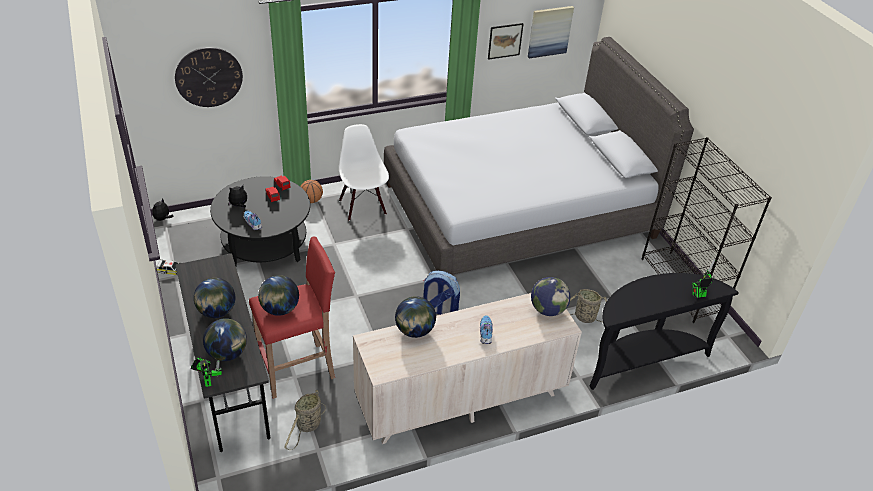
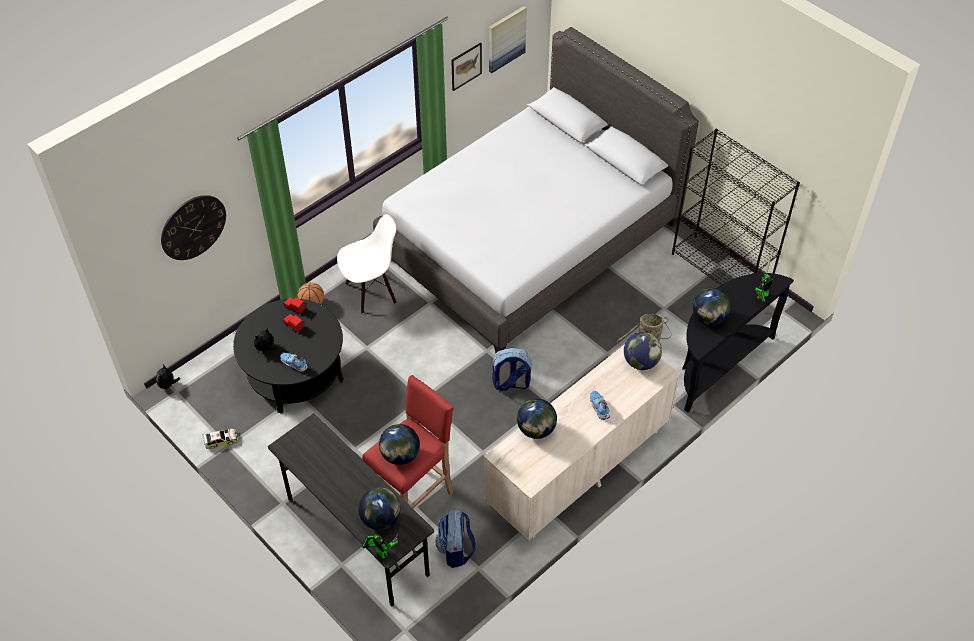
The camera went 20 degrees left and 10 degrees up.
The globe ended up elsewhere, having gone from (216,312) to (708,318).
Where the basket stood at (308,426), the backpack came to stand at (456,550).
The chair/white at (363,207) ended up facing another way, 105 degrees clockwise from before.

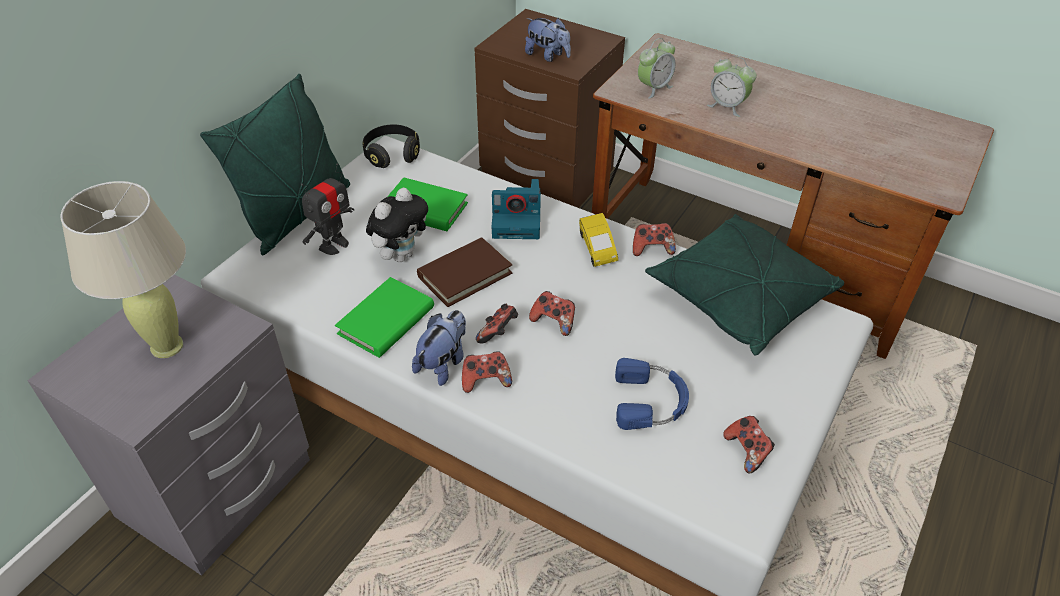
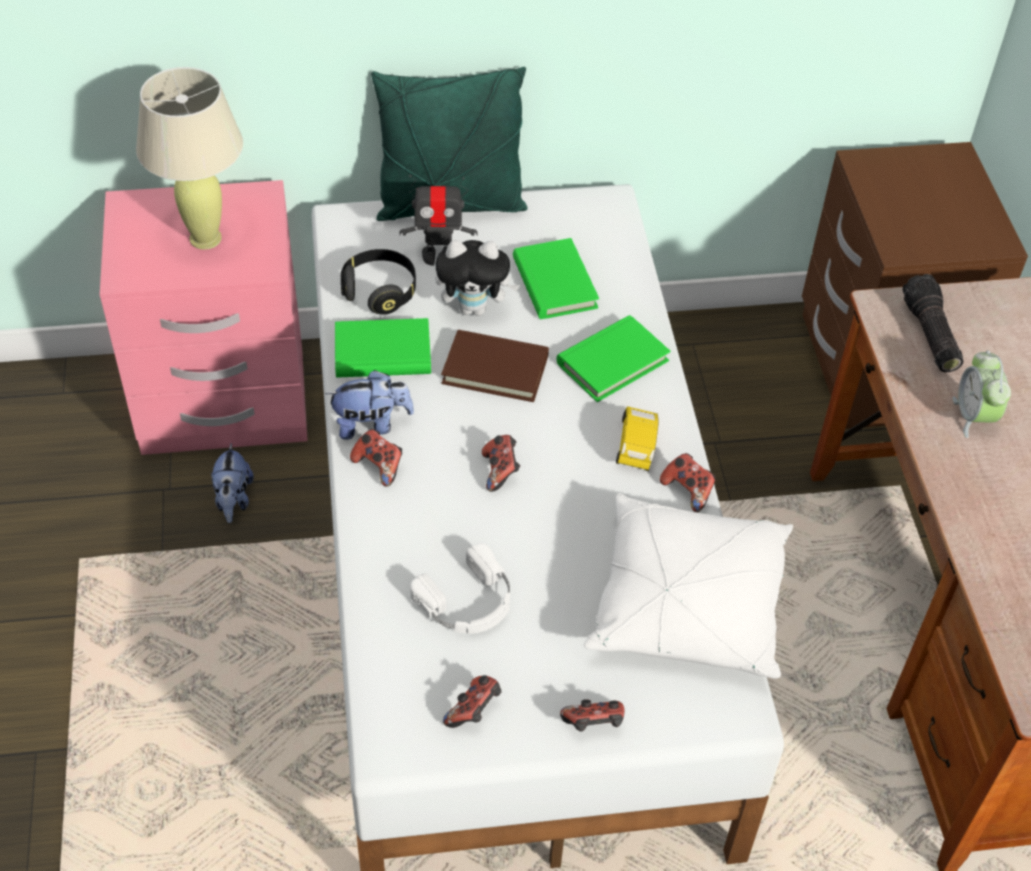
The camera went 50 degrees right and 5 degrees up.
The headphones/black ended up elsewhere, having gone from (392,155) to (380,291).
The game controller ended up elsewhere, having gone from (498,333) to (593,725).
The plush toy ended up elsewhere, having gone from (547,56) to (233,500).
Where the photo camera stood at (518,221), the book/green came to stand at (612,362).
Where the alarm clock stood at (654,88), the flashlight came to stand at (928,334).
What was the nightstand/grey at (218,490) turned into the nightstand/pink at (224,403).
What was the headphones/blue at (651,401) turned into the headphones/white at (468,602).
What was the pillow/green at (739,298) turned into the pillow/white at (687,603).
The toy car/yellow at (596,249) ended up facing another way, 150 degrees clockwise from before.

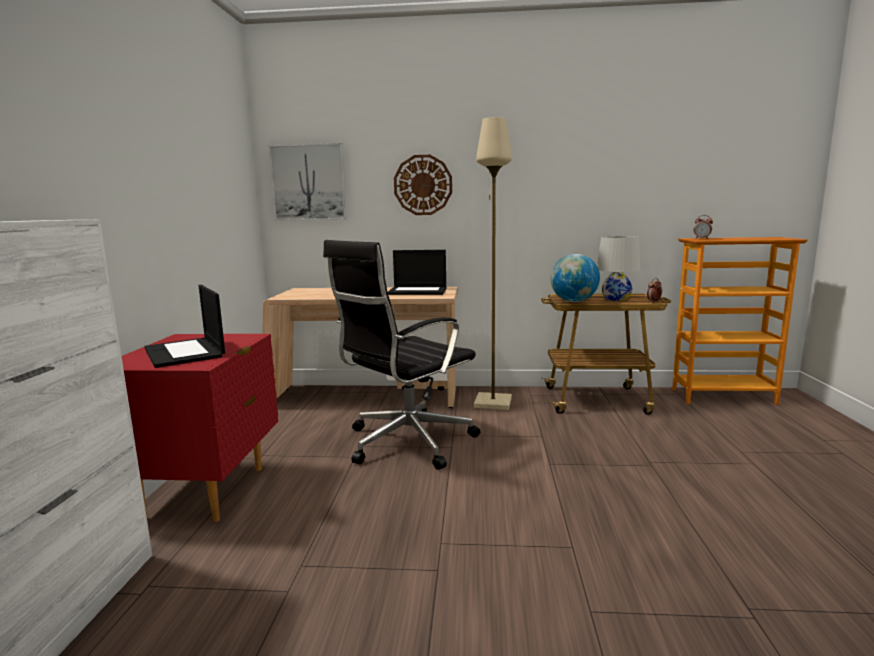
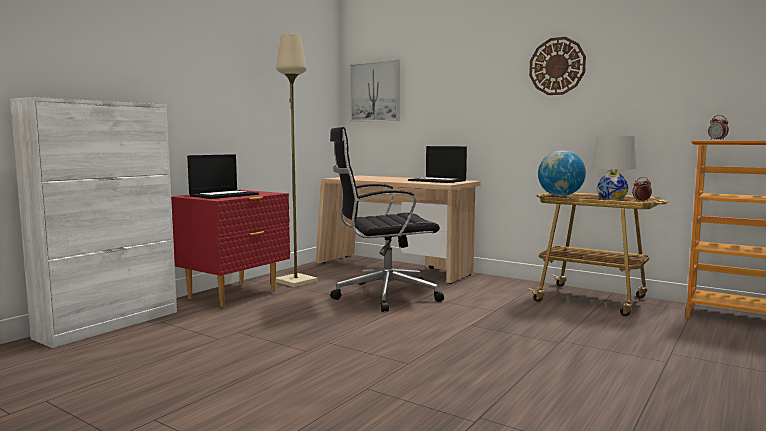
The camera went 30 degrees right and 5 degrees down.
The wall clock ended up elsewhere, having gone from (423,185) to (557,66).
The floor lamp/beige ended up elsewhere, having gone from (492,403) to (295,281).
The laptop at (185,352) ended up facing another way, 135 degrees counterclockwise from before.

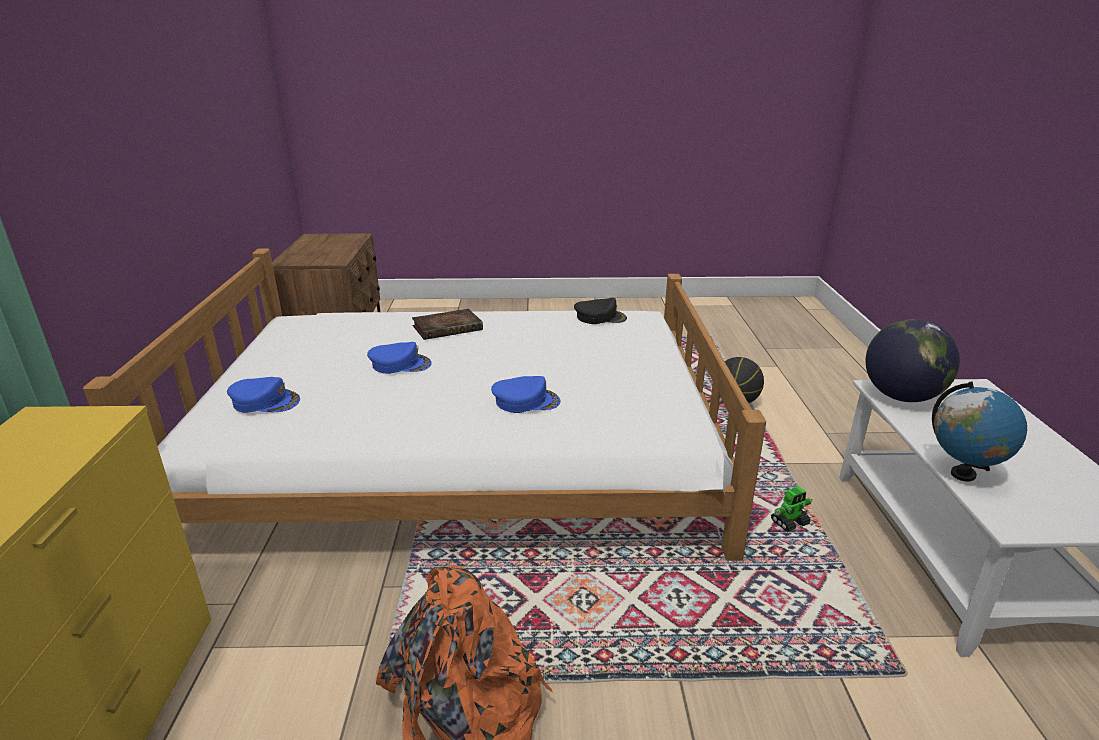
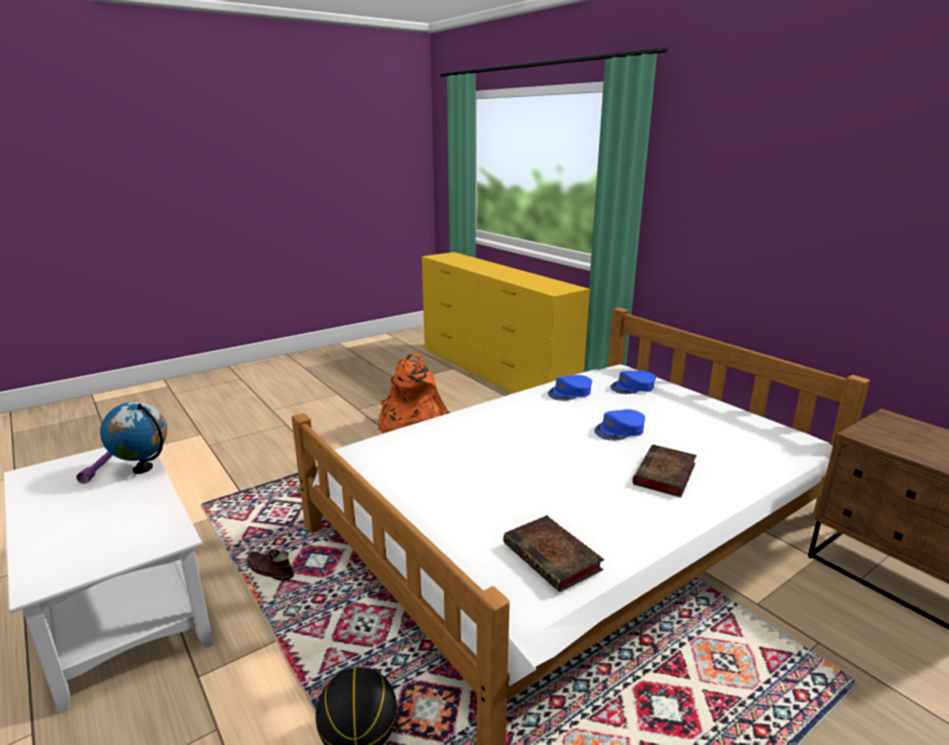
The camera went 145 degrees right and 5 degrees down.
The second view lost the globe at (901,396).
The second view gained the flashlight/purple at (99,470).
The cap/blue ended up elsewhere, having gone from (526,401) to (570,392).
Where the cap/black stood at (600,317), the book came to stand at (554,558).
Where the toy robot stood at (790,522), the shoe/brown came to stand at (269,570).

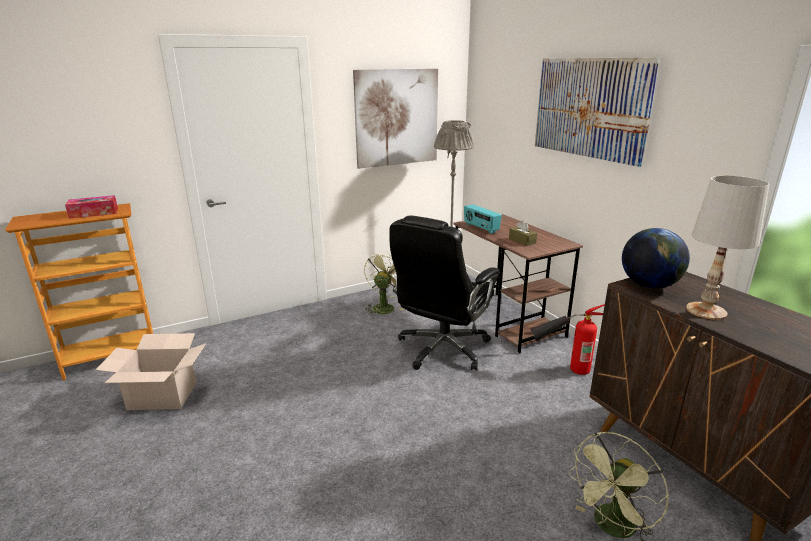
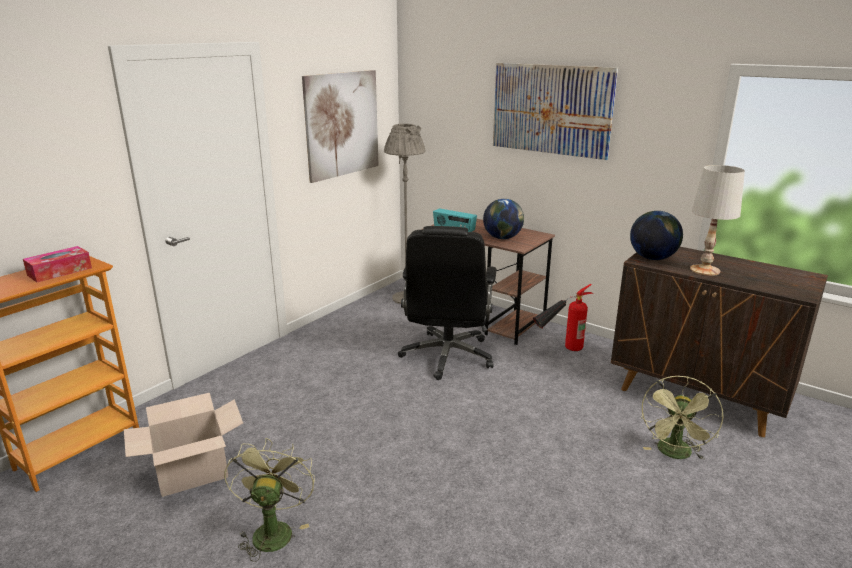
The camera went 25 degrees left and 0 degrees up.
The fan/green ended up elsewhere, having gone from (384,307) to (272,530).
Where the tissue box/brown stood at (522,241), the globe came to stand at (502,238).

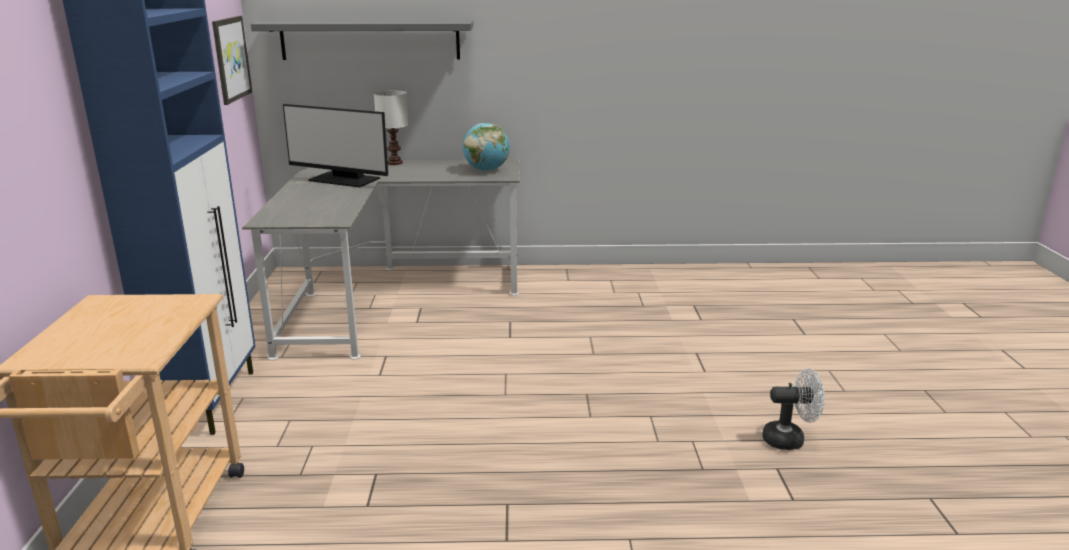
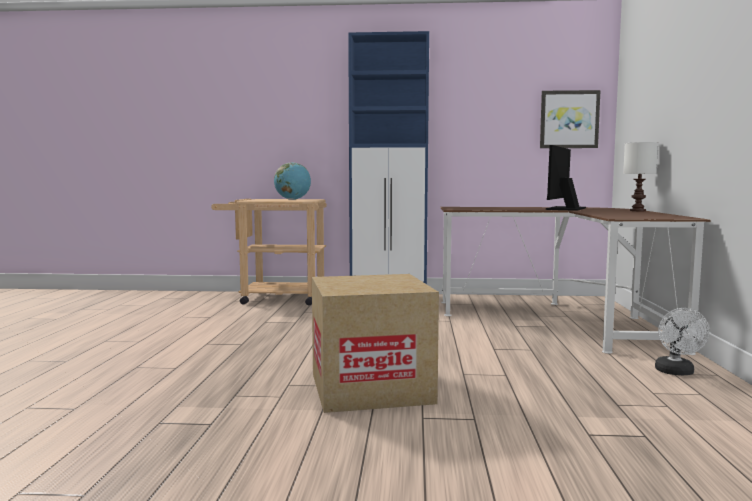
The camera went 95 degrees right and 15 degrees down.
The second view lost the shelf/grey at (370,40).
The second view gained the cardboard box at (370,388).
The globe ended up elsewhere, having gone from (486,170) to (292,199).
The fan/white ended up elsewhere, having gone from (790,439) to (676,372).
What was the desk/grey at (387,297) turned into the desk/brown at (563,318).

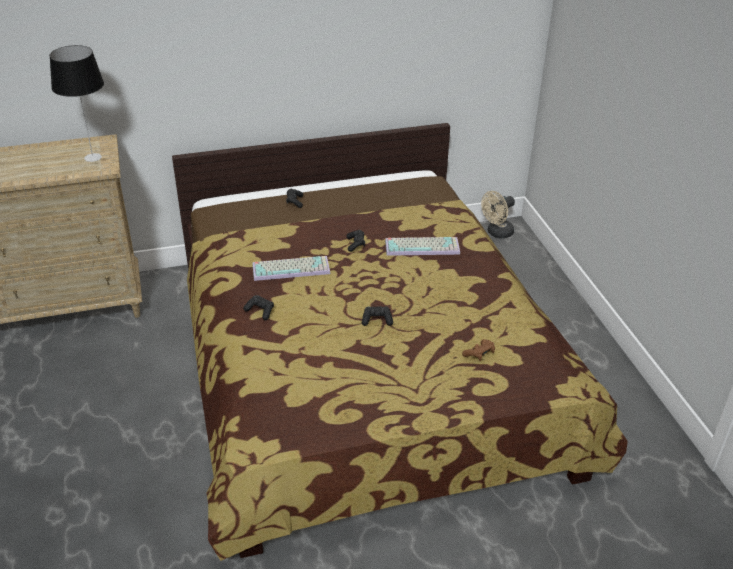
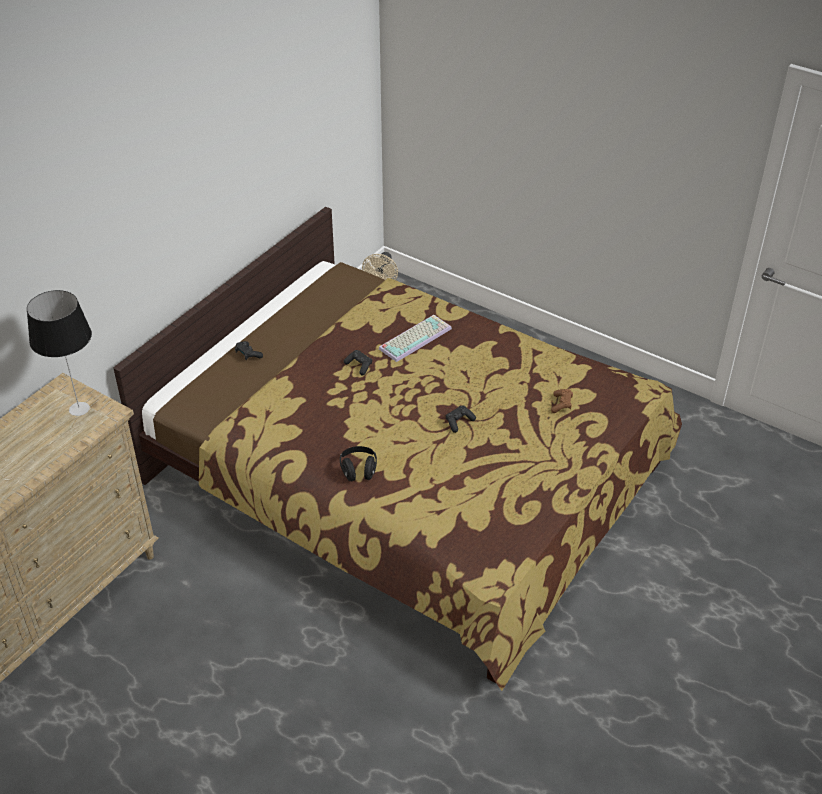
The camera went 40 degrees left and 5 degrees up.
The second view lost the keyboard at (292,268).
Where the game controller/black stood at (260,311), the headphones/black came to stand at (358,470).

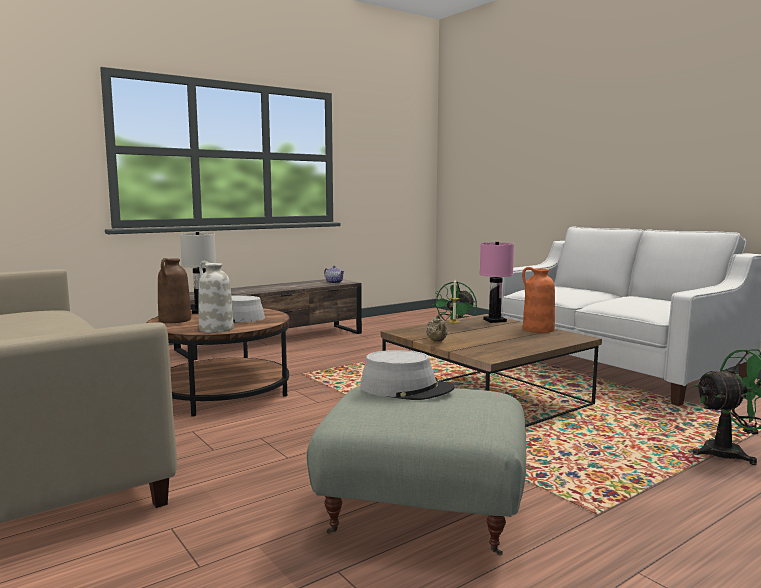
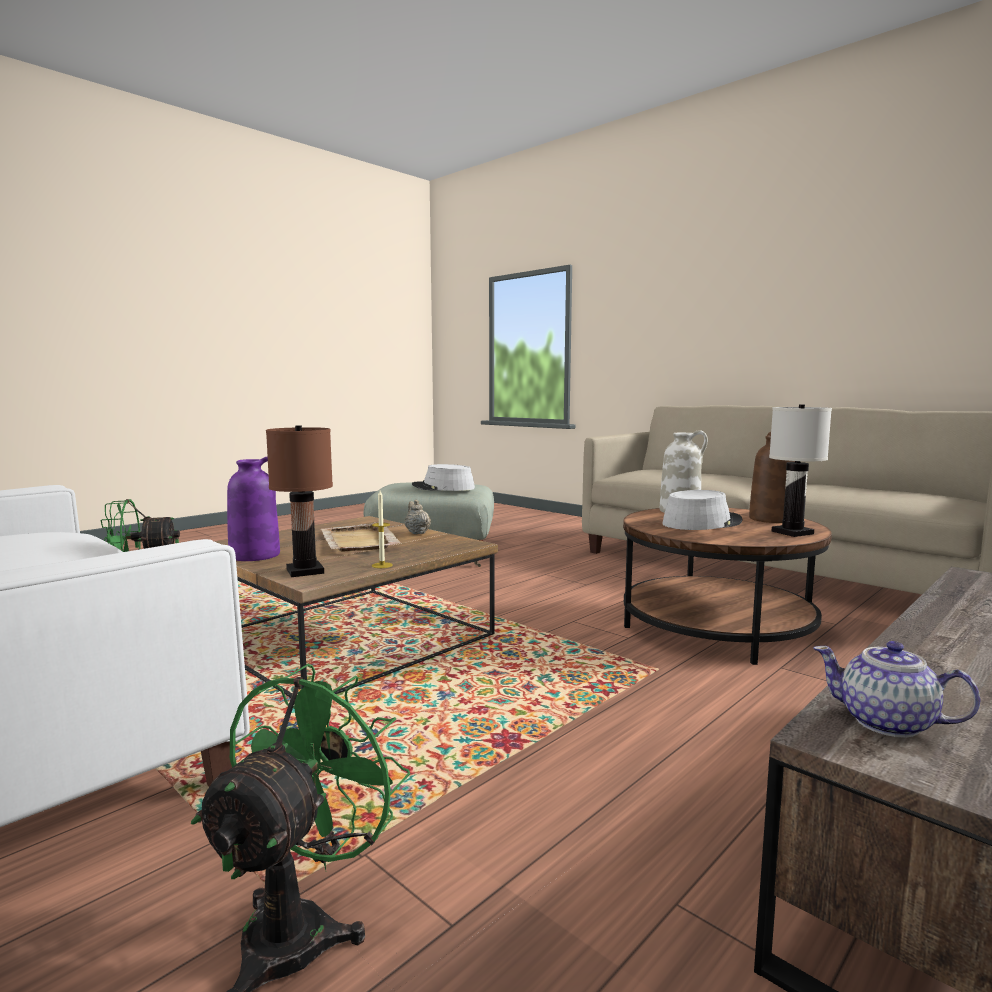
The camera went 170 degrees right and 0 degrees up.
The second view gained the tray/beige at (358,541).
What was the table lamp/pink at (494,320) turned into the table lamp/brown at (305,571).
What was the vase/orange at (538,329) turned into the vase/purple at (256,555).

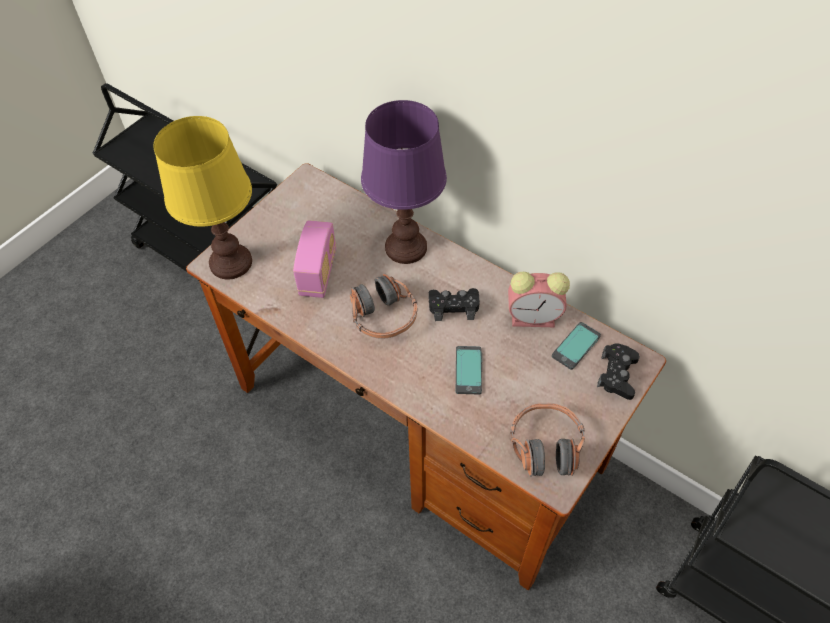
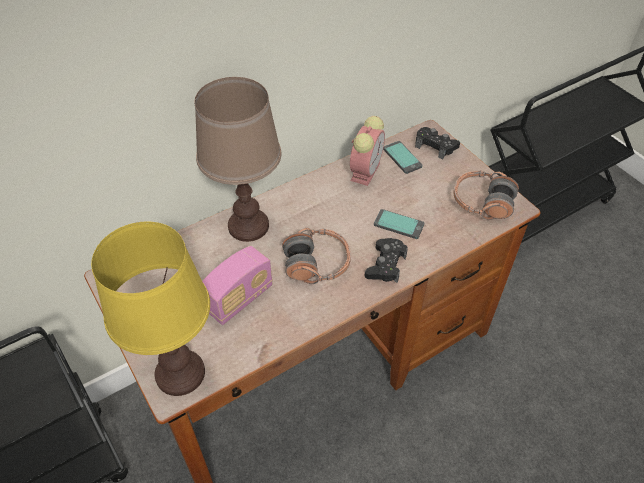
The camera went 70 degrees left and 5 degrees down.
The game controller/black ended up elsewhere, having gone from (453,307) to (386,265).
What was the table lamp/purple at (406,248) turned into the table lamp/brown at (249,226).
The radio at (318,273) ended up facing another way, 105 degrees clockwise from before.

